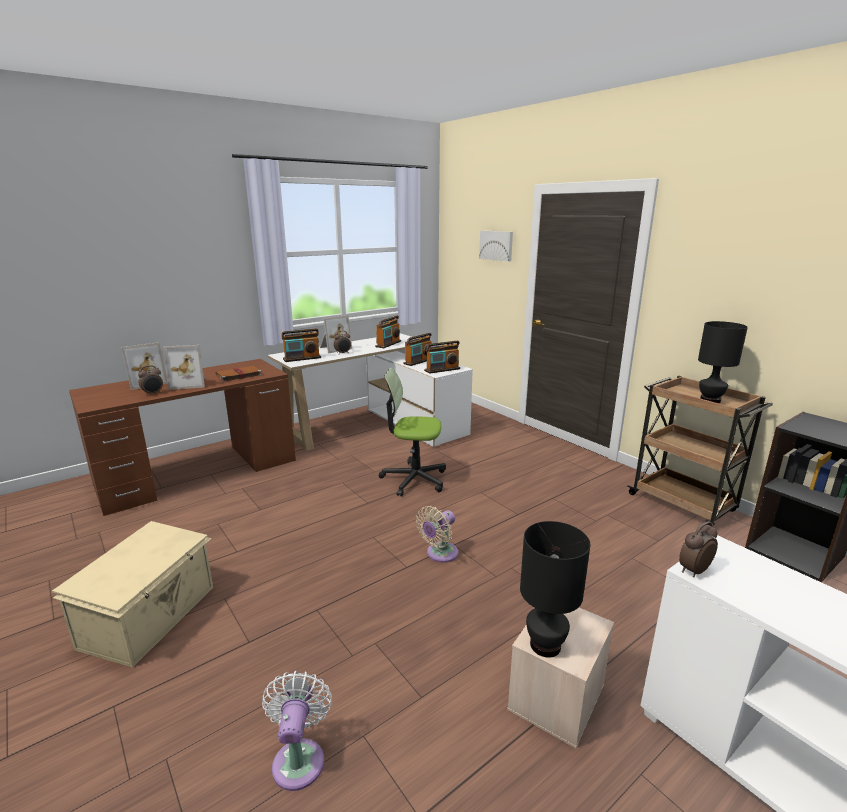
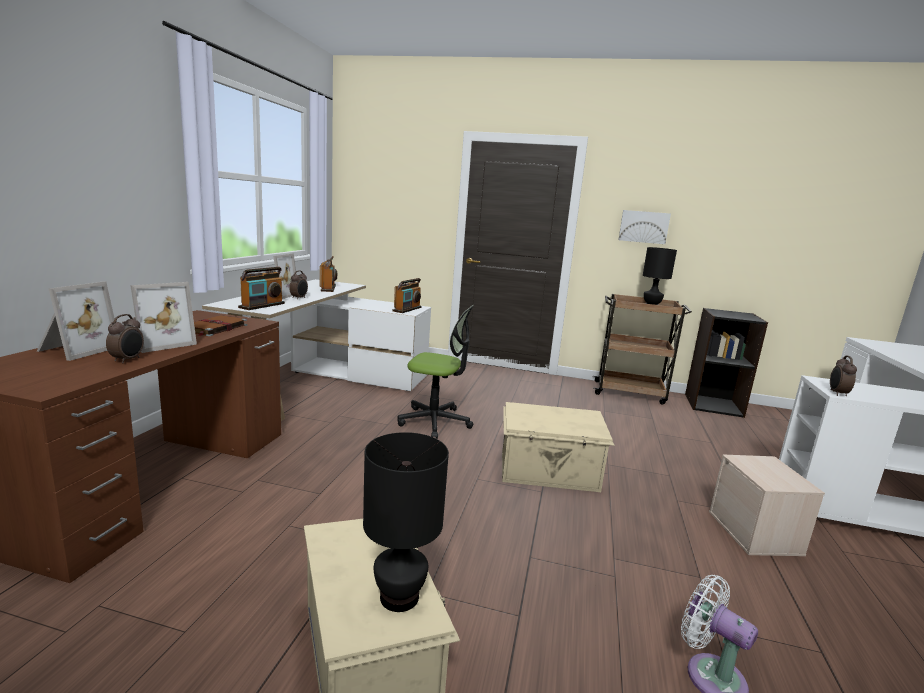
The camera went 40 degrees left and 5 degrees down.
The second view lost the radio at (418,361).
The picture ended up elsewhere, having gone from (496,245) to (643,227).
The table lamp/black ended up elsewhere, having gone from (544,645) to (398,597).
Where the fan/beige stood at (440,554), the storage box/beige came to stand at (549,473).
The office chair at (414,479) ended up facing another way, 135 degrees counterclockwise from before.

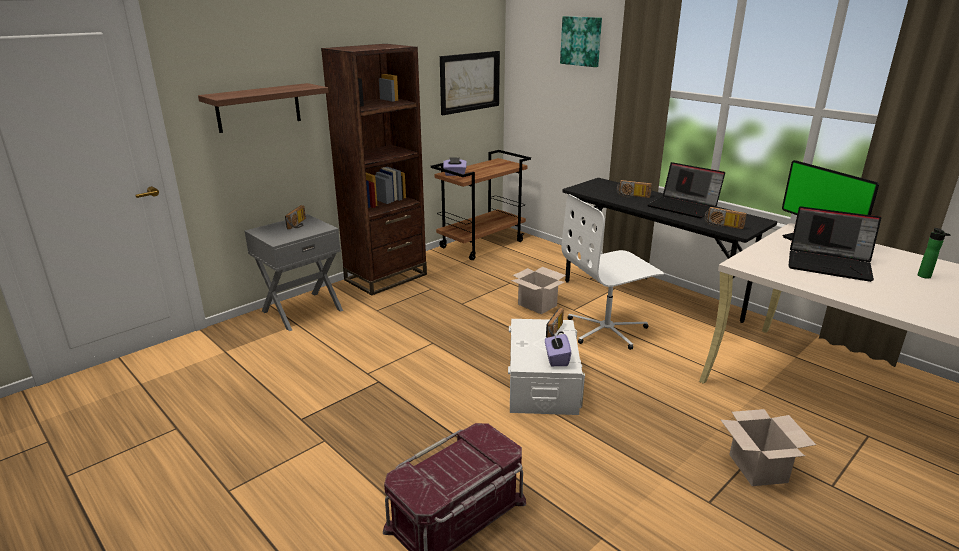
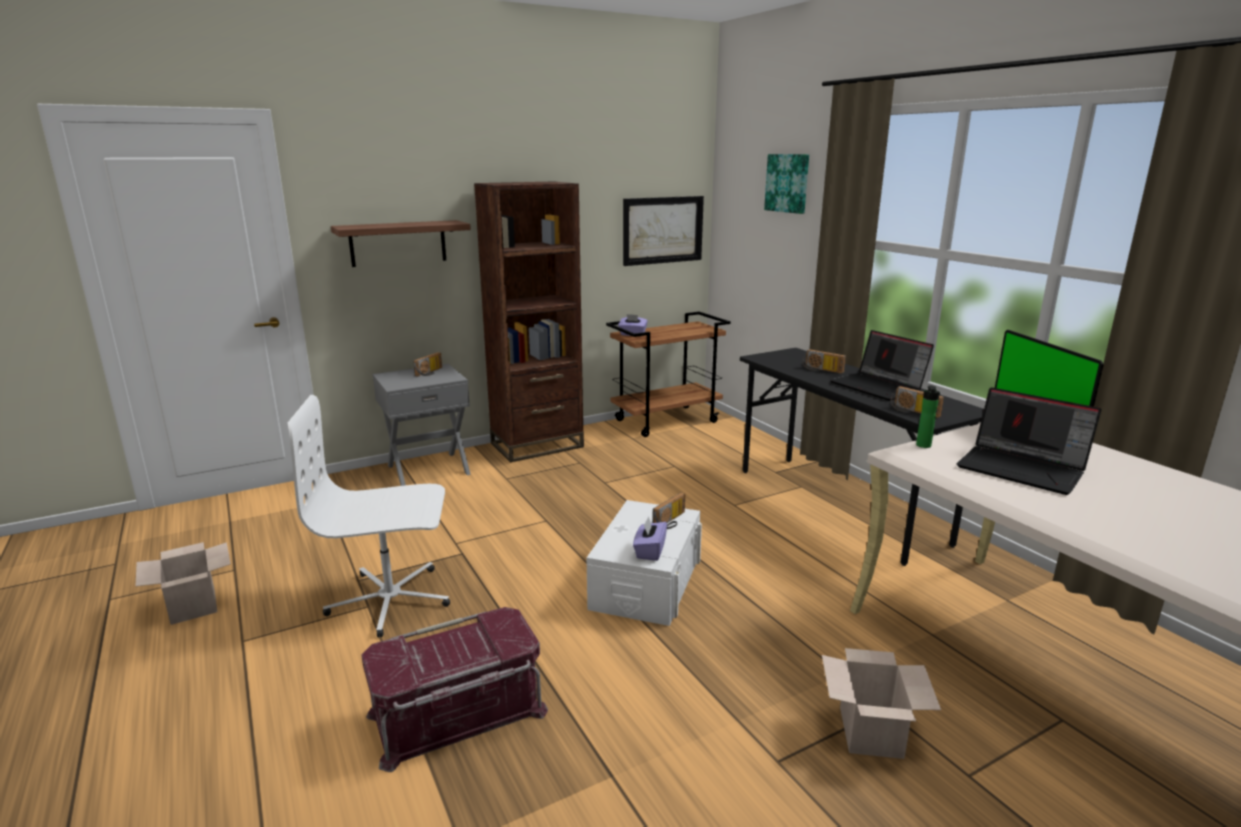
The camera went 15 degrees right and 5 degrees down.
The cardboard box ended up elsewhere, having gone from (538,305) to (194,606).
The office chair/white ended up elsewhere, having gone from (607,330) to (390,600).
The bottle ended up elsewhere, having gone from (925,277) to (924,446).

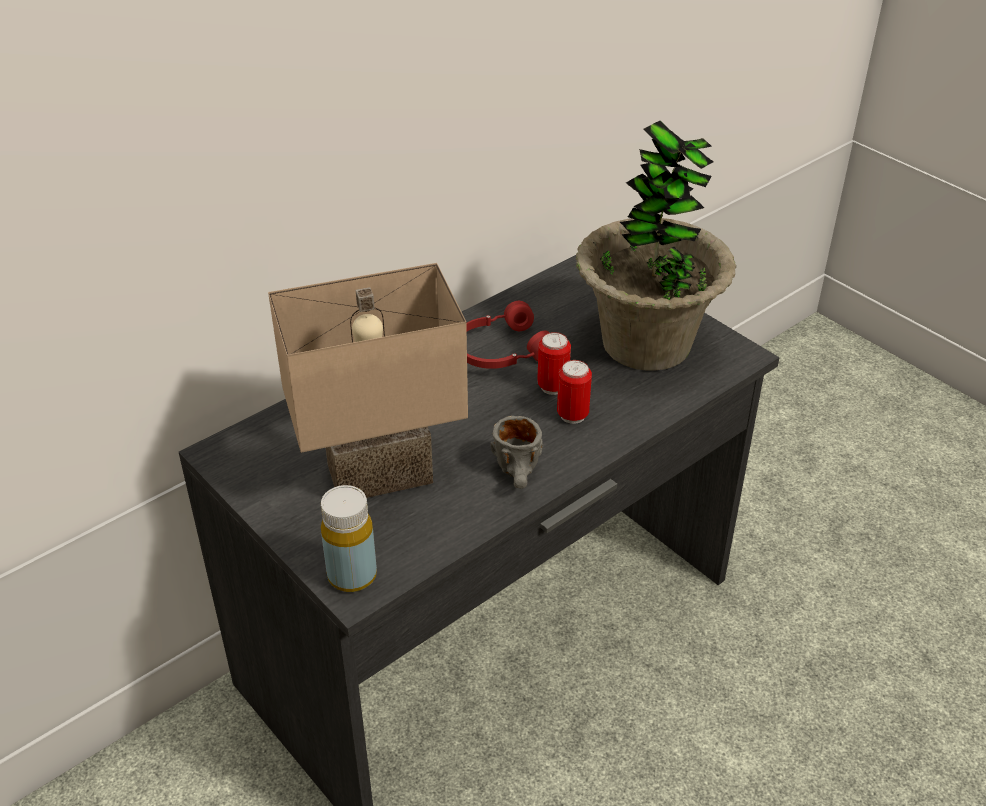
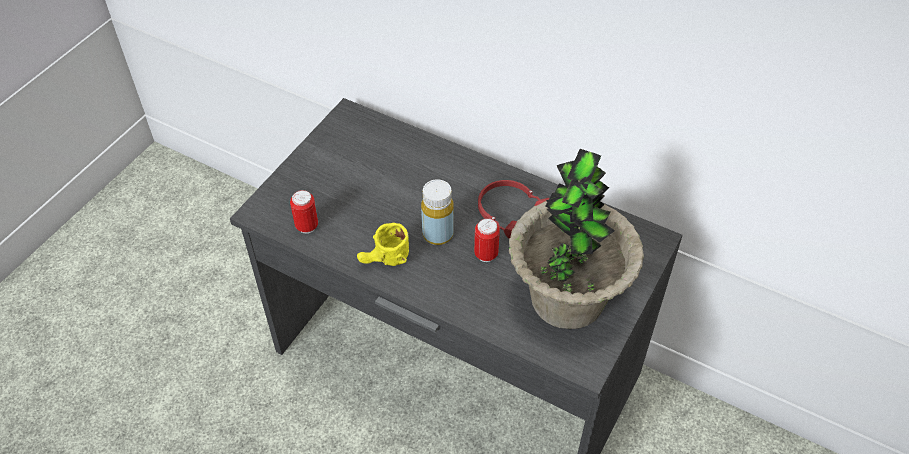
The camera went 70 degrees right and 10 degrees up.
The second view lost the table lamp/beige at (379,477).
The bottle/yellow ended up elsewhere, having gone from (352,575) to (438,234).
The can ended up elsewhere, having gone from (572,415) to (307,226).
What was the mug/grey at (520,475) turned into the mug/yellow at (385,261).

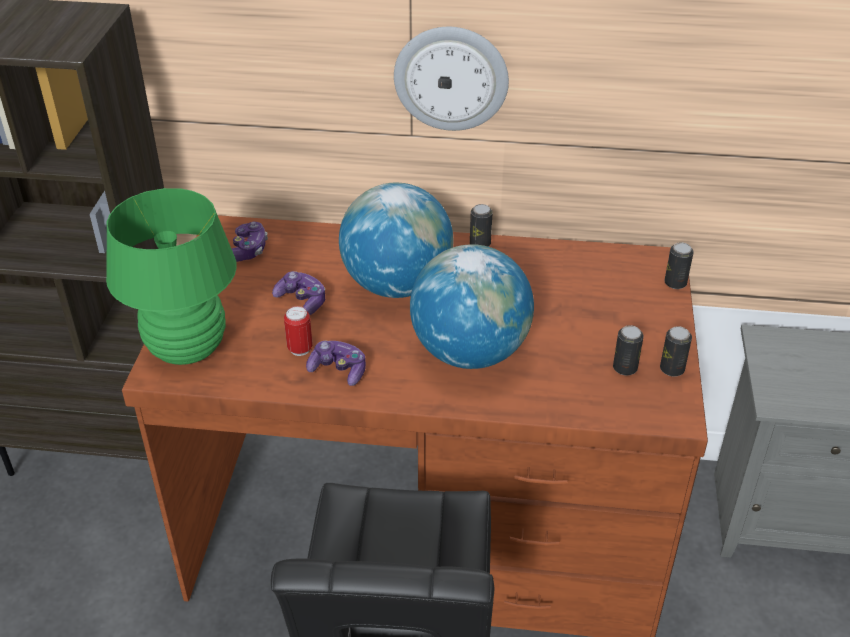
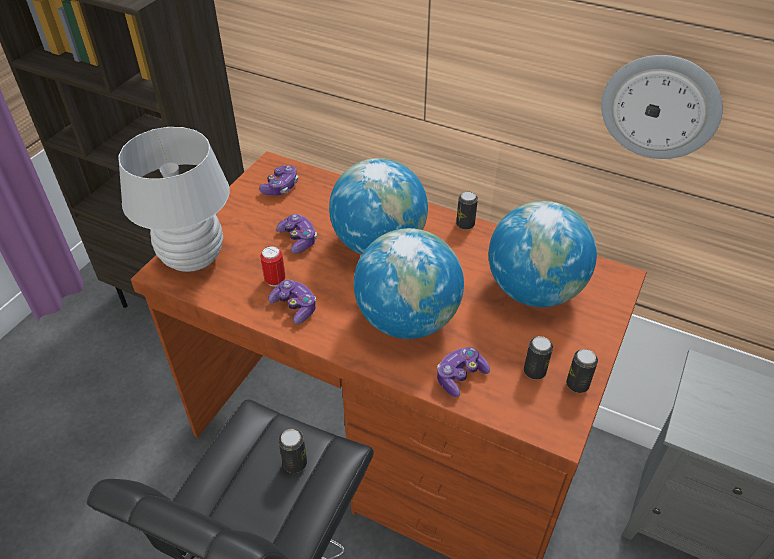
The camera went 20 degrees right and 5 degrees up.
The second view gained the game controller at (460,376).
The second view gained the globe at (533,290).
The wall clock ended up elsewhere, having gone from (451,78) to (660,107).
The can ended up elsewhere, having gone from (675,283) to (295,463).
What was the table lamp/green at (187,349) turned into the table lamp/white at (193,258).

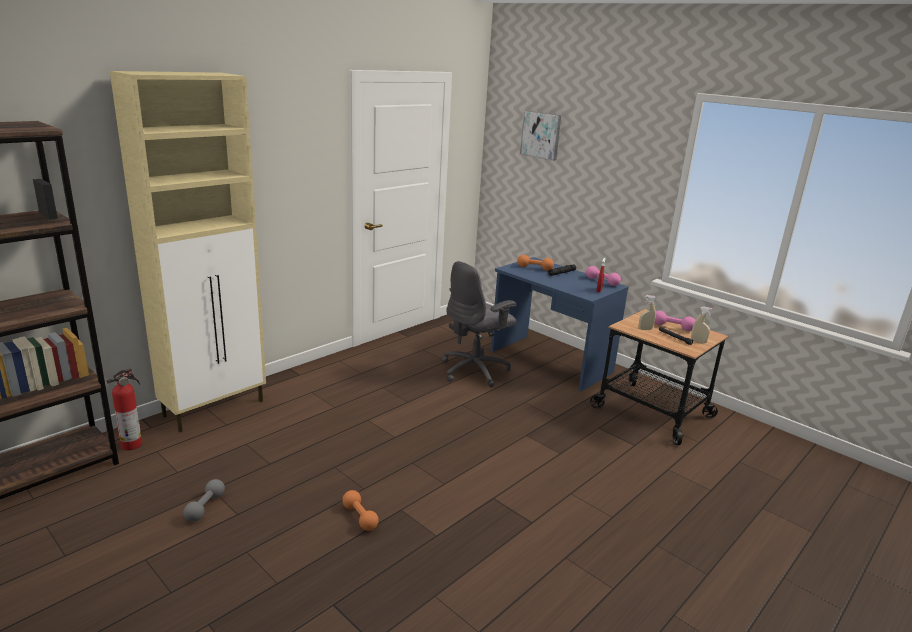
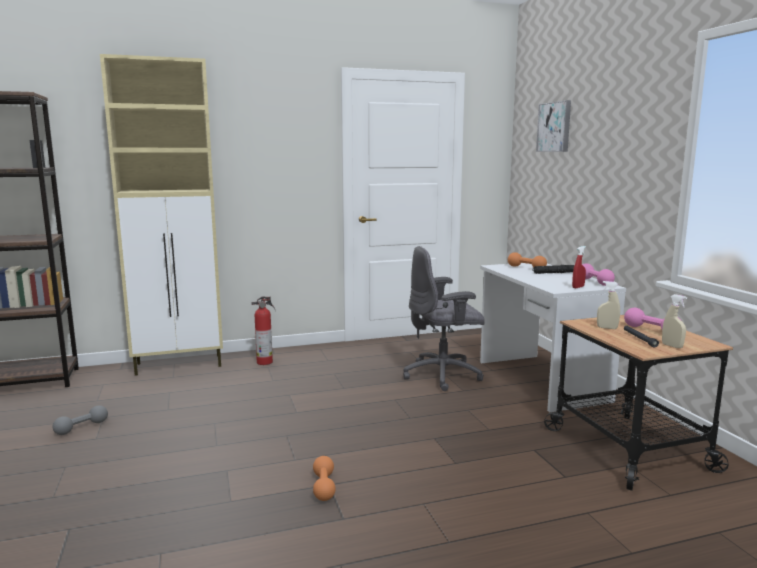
The camera went 30 degrees right and 10 degrees down.
The fire extinguisher ended up elsewhere, having gone from (133,444) to (266,362).
The dumbbell/orange ended up elsewhere, having gone from (360,517) to (324,487).
What was the desk/blue at (549,362) turned into the desk/white at (540,381).

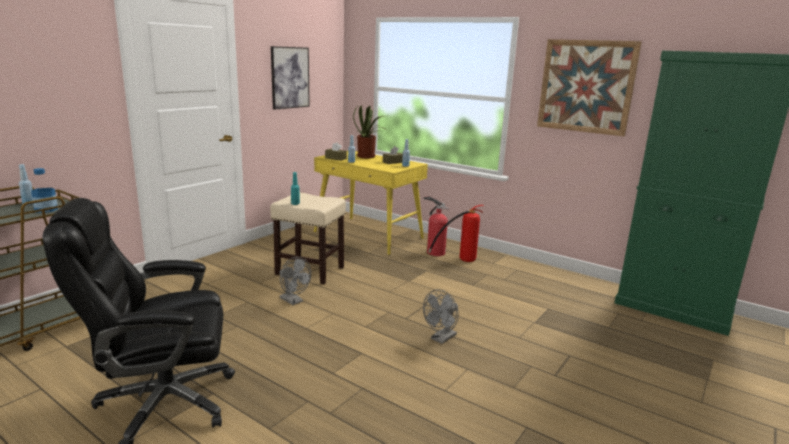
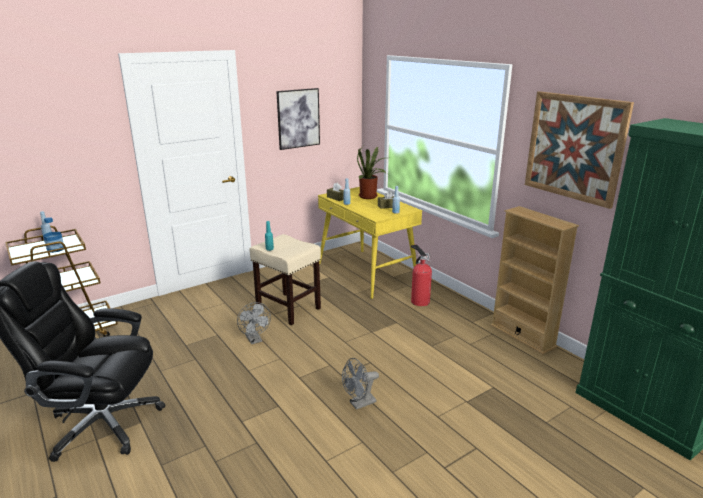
The camera went 20 degrees right and 5 degrees up.
The second view lost the fire extinguisher at (459,261).
The second view gained the bookcase/beige at (522,336).

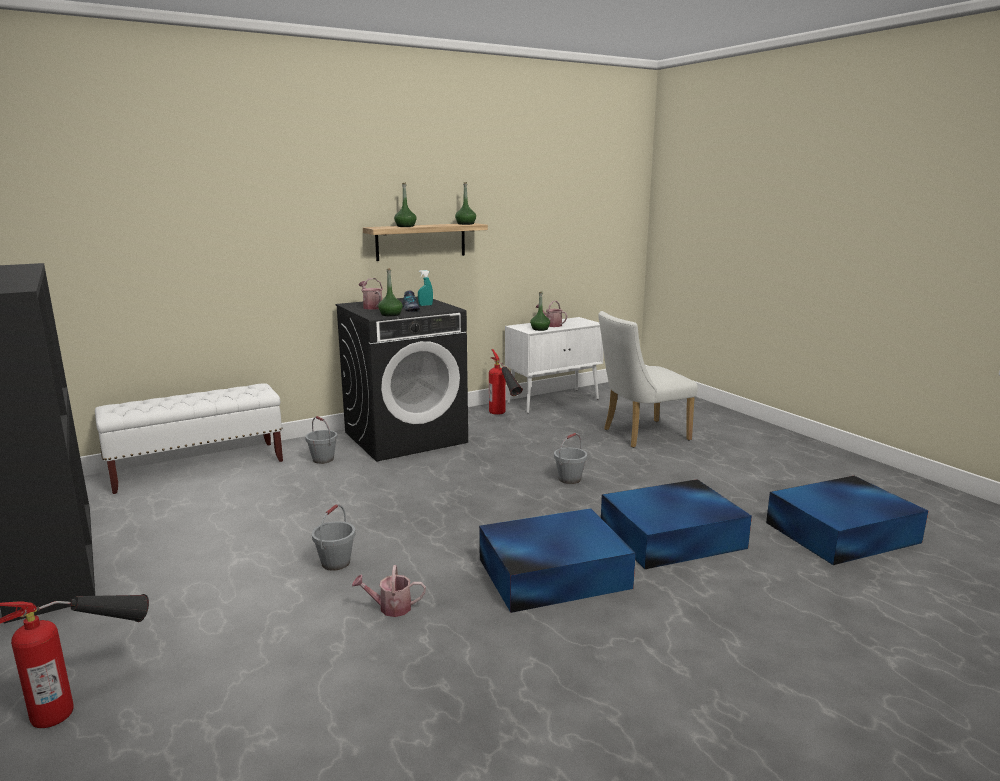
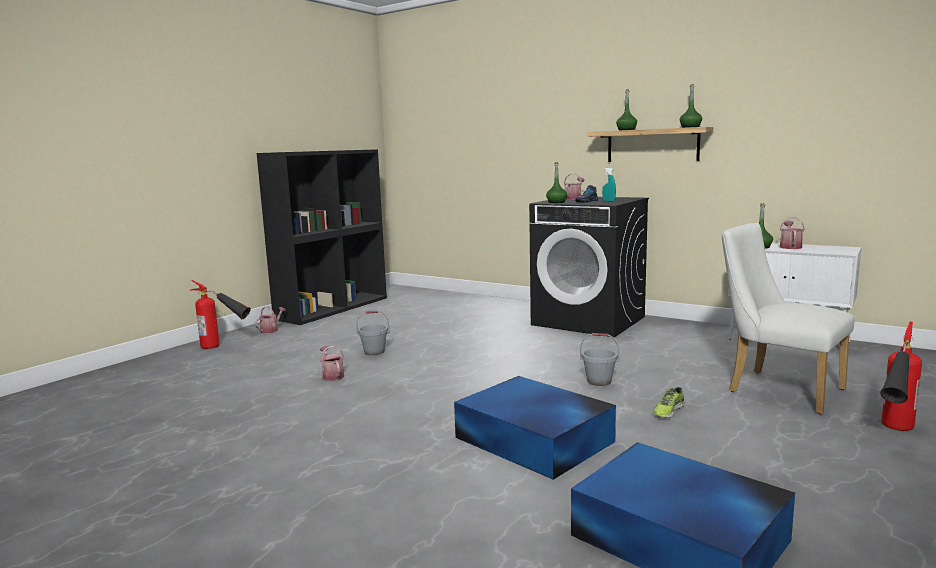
The camera went 65 degrees right and 5 degrees down.
The second view lost the bench/white at (198,467).
The second view lost the bucket/grey at (323,459).
The second view lost the storage box/blue at (551,573).
The second view gained the watering can at (271,330).
The second view gained the shoe at (667,411).
The fire extinguisher ended up elsewhere, having gone from (504,416) to (893,434).

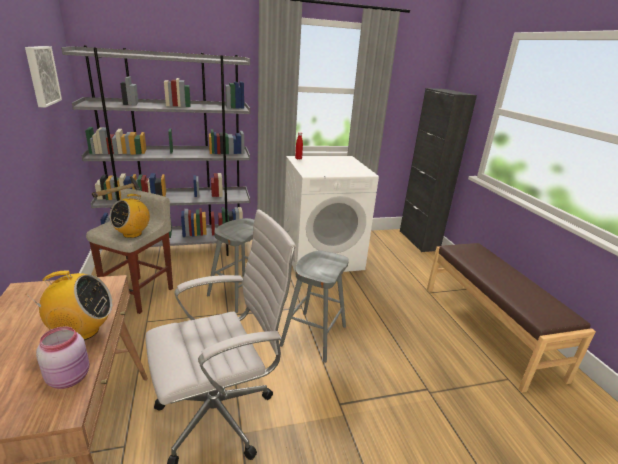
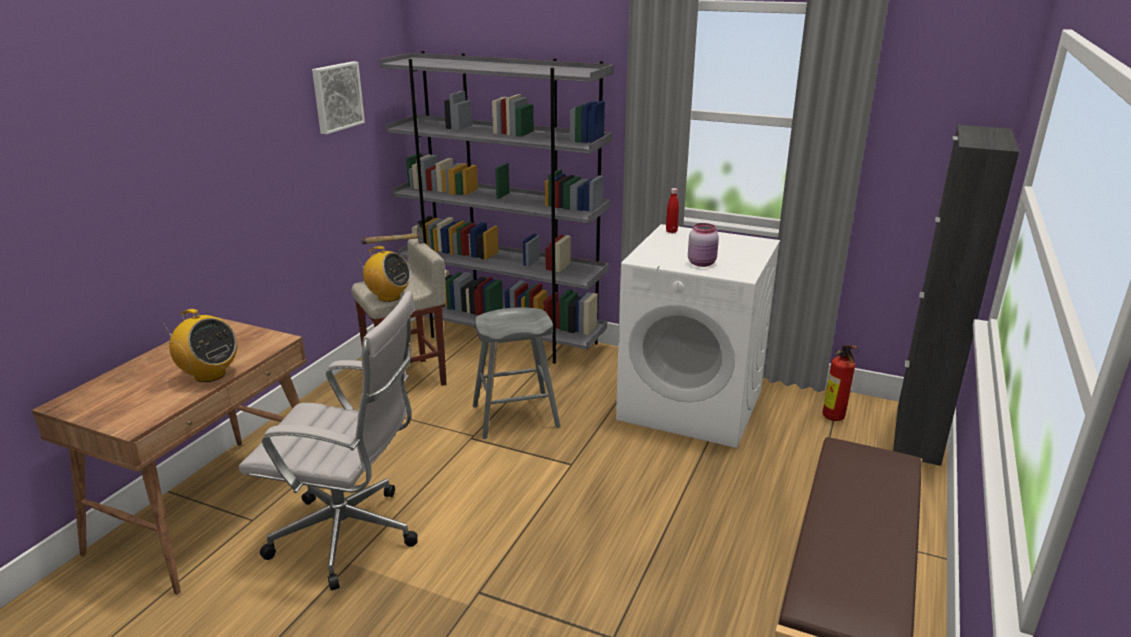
The camera went 40 degrees right and 0 degrees up.
The second view lost the stool/grey at (314,336).
The second view gained the fire extinguisher at (834,418).
The jar/pink ended up elsewhere, having gone from (70,377) to (702,263).
The radio at (132,234) ended up facing another way, 135 degrees counterclockwise from before.

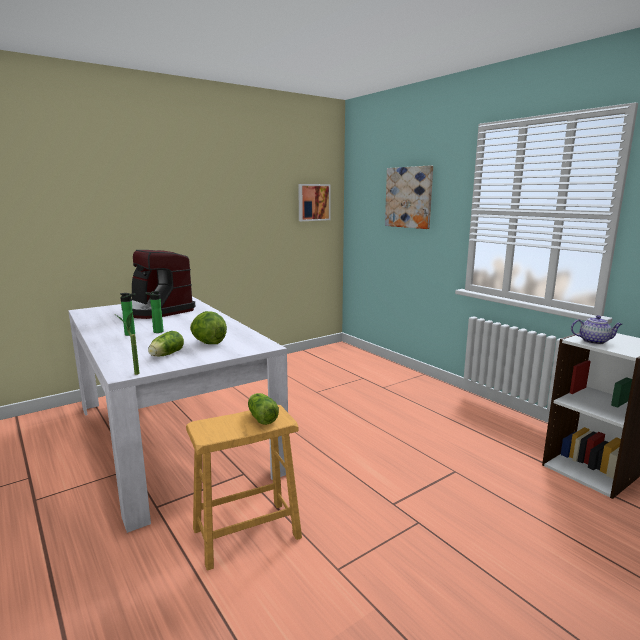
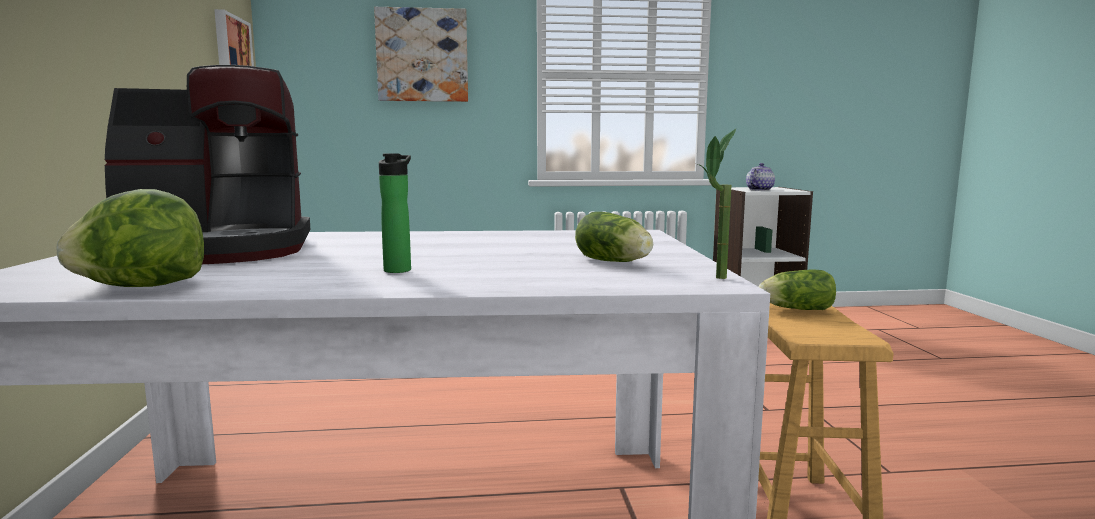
The camera went 60 degrees left and 5 degrees down.
The second view lost the bottle at (156,332).
The lettuce ended up elsewhere, having gone from (208,343) to (143,287).

